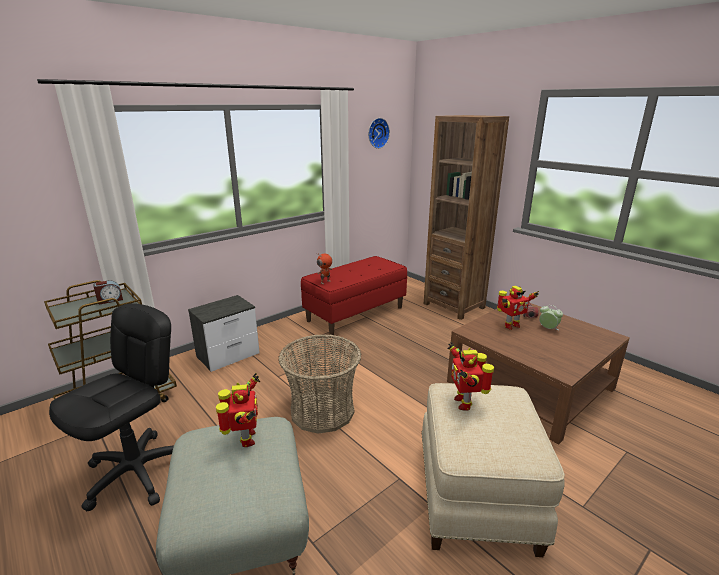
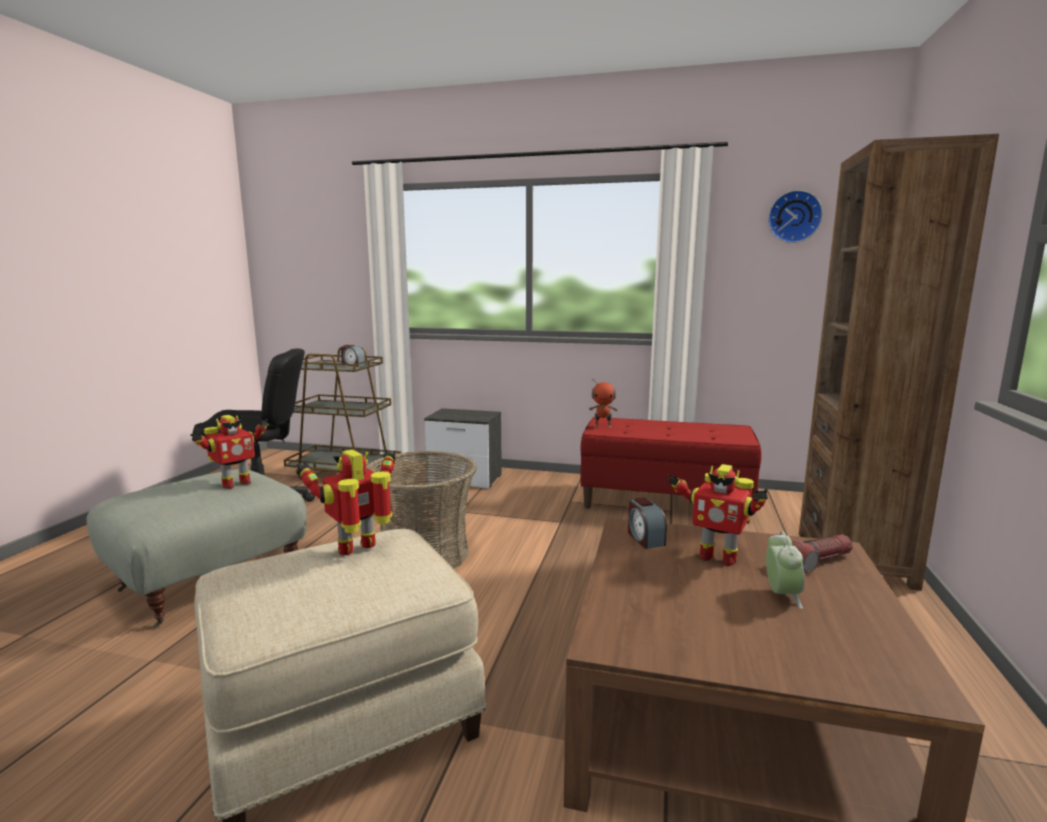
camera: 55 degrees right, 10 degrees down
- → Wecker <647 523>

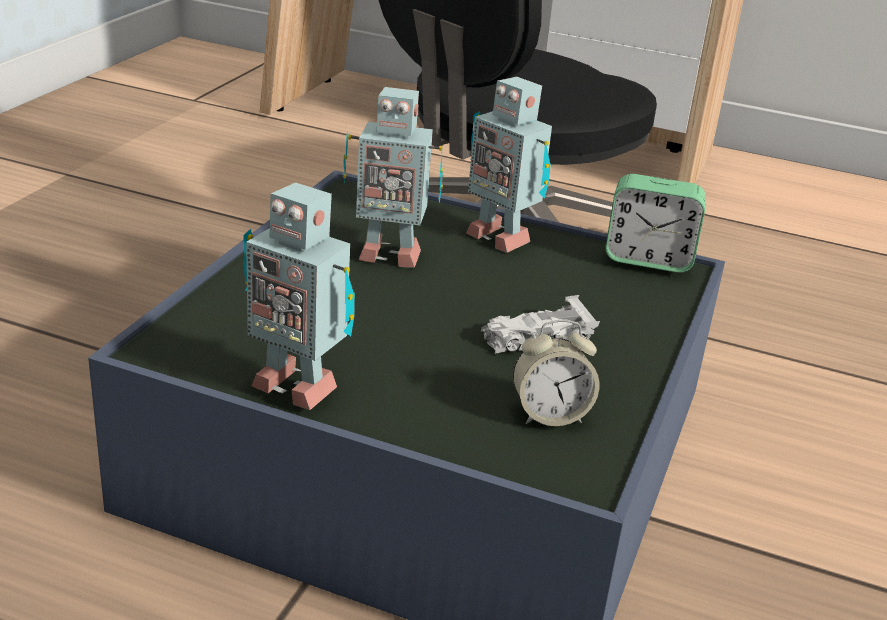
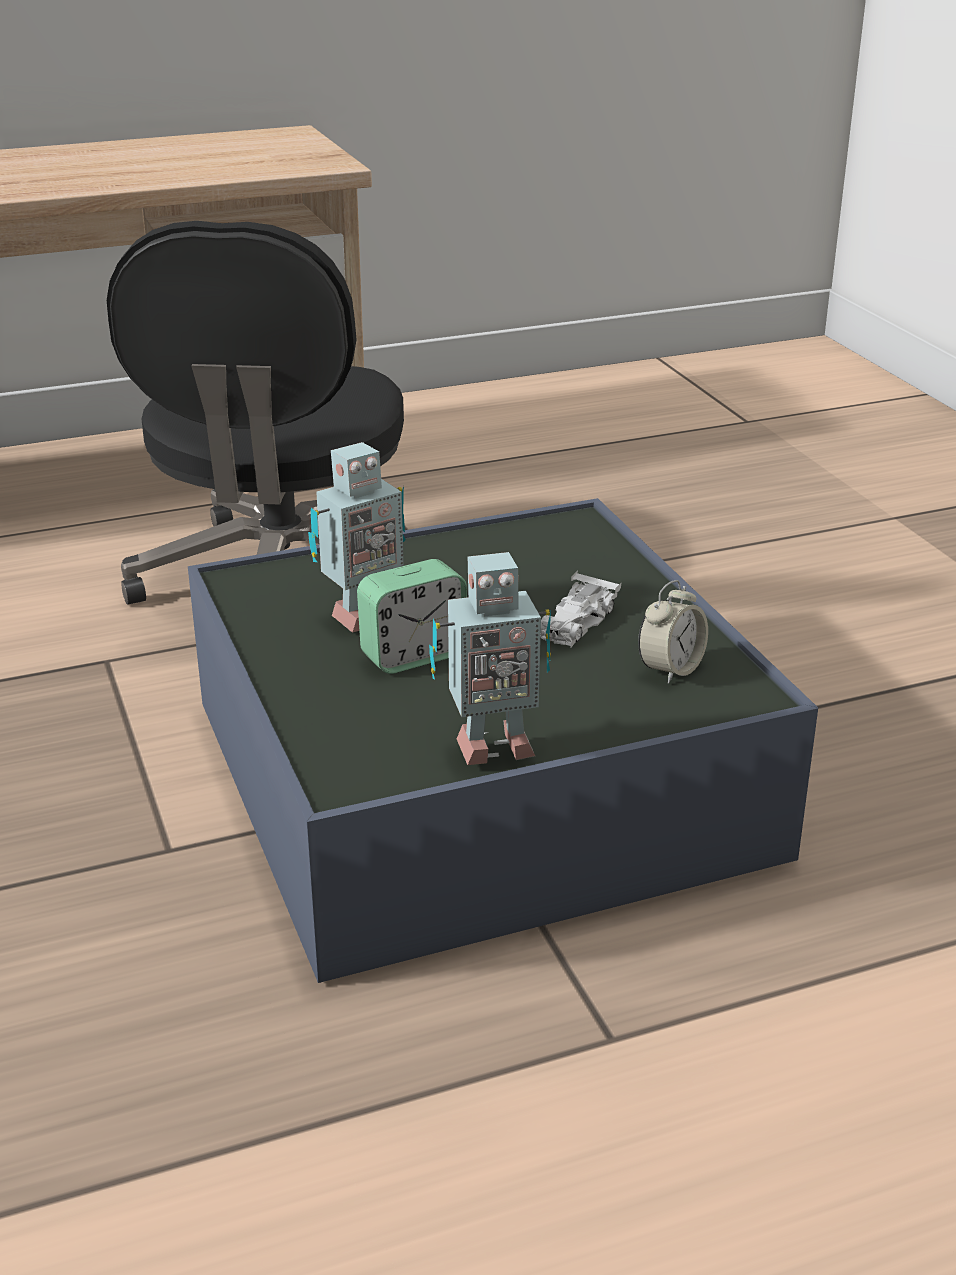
camera: 40 degrees left, 0 degrees up
Spielzeugroboter <509 165> → -
Wecker <655 223> → Wecker <412 616>, shifted

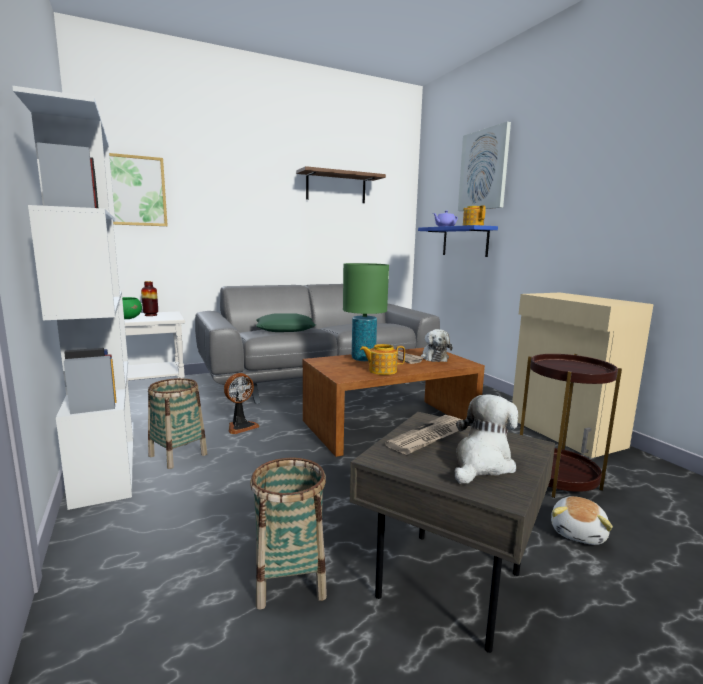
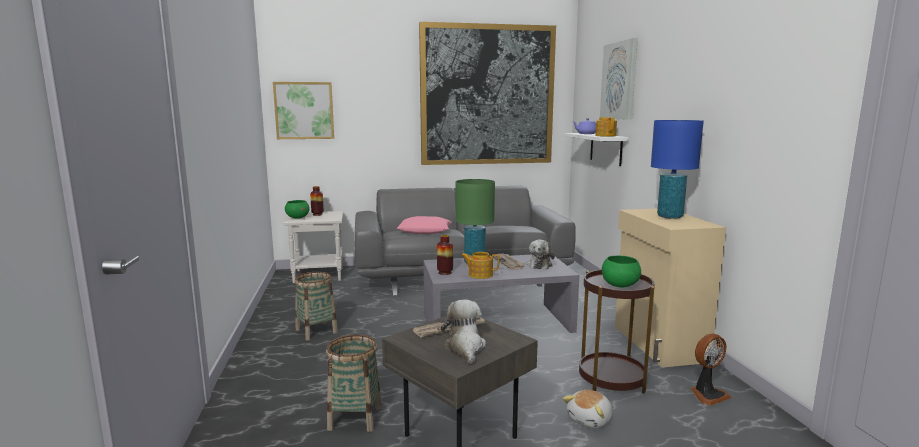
camera: 15 degrees right, 0 degrees up
Bücherregal (weiß) <73 298> → -
Ventilator <241 403> → Ventilator <711 369>, shifted
Kissen (grün) <286 322> → Kissen (rosa) <424 225>
Wandregal (braun) <341 184> → Bild <487 93>
Couchtisch (braun) <394 402> → Couchtisch (grau) <501 294>
Wandregal (blau) <458 241> → Wandregal (weiß) <596 149>
Plüschtier <486 439> → Plüschtier <463 332>, 60 degrees counterclockwise
- → Vase <445 255>
- → Schüssel (grün) <621 272>
- → Tischlampe (blau) <677 169>

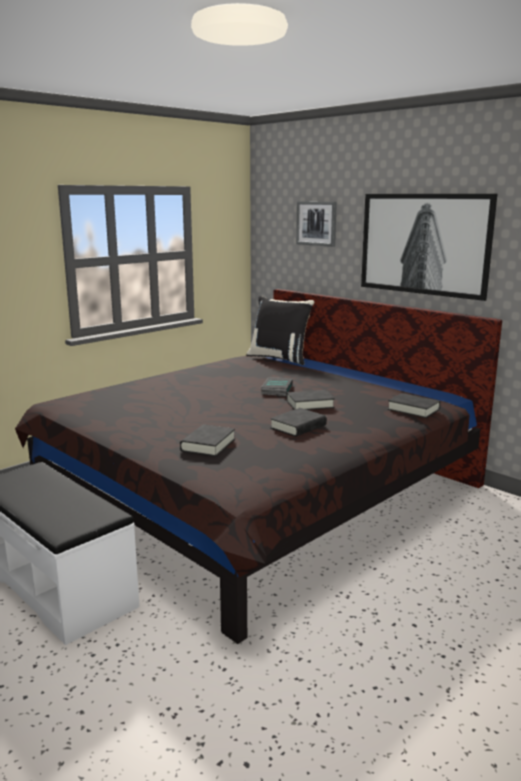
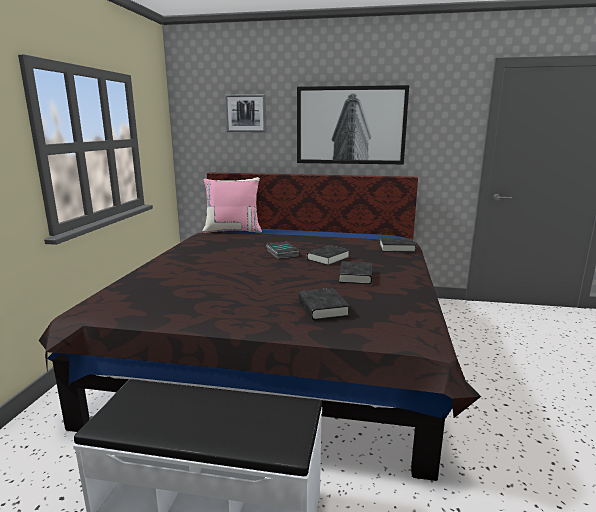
camera: 35 degrees left, 0 degrees up
Kissen (schwarz) <280 330> → Kissen (rosa) <232 205>

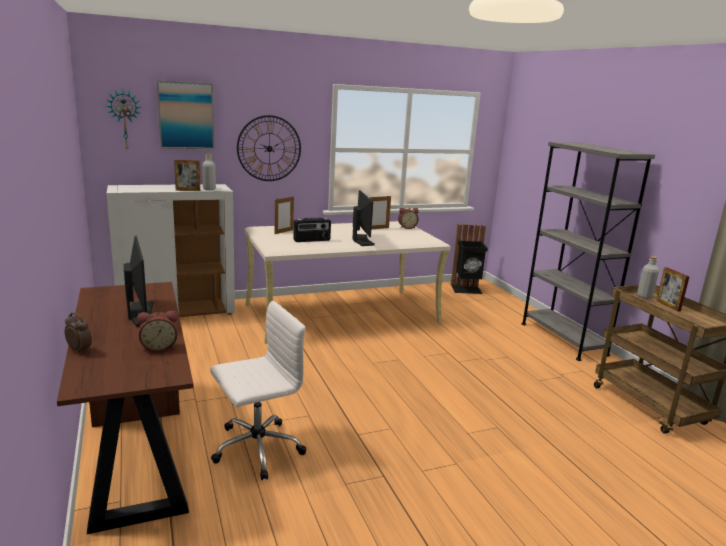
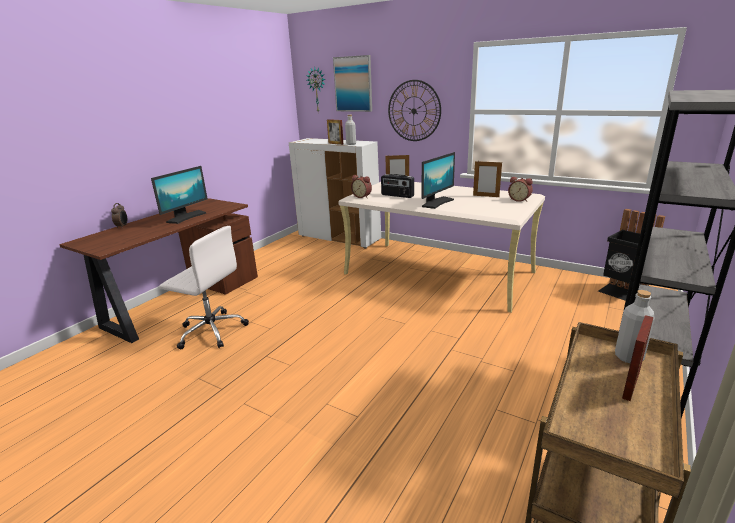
camera: 55 degrees right, 5 degrees up
Wecker <157 331> → Wecker <361 186>, shifted

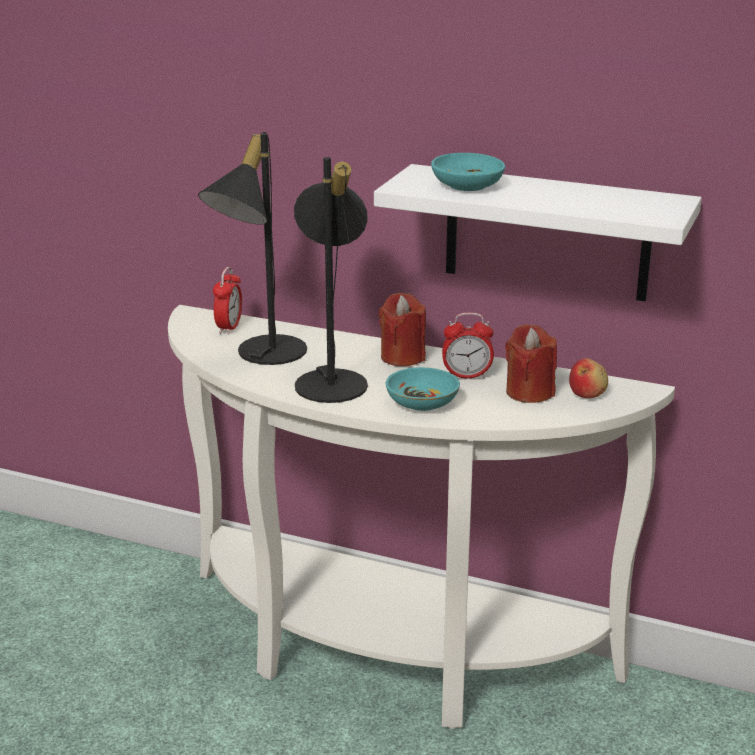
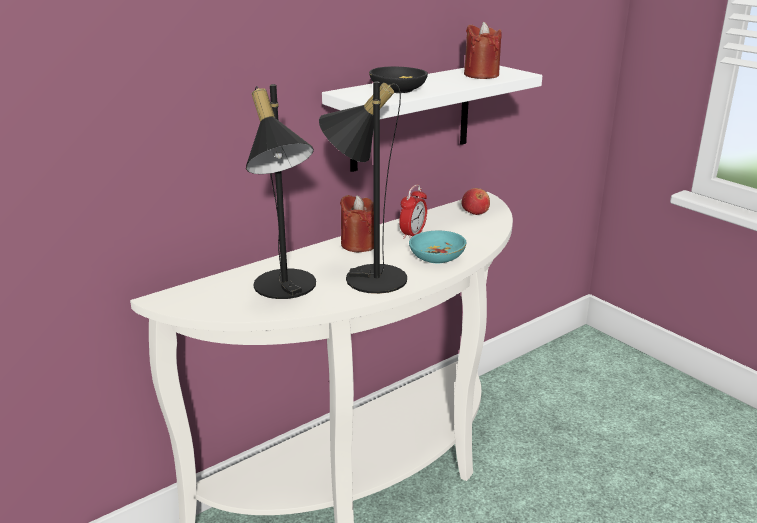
camera: 60 degrees left, 0 degrees up
Wecker <227 301> → -
Schüssel (türkis) <468 172> → Schüssel (schwarz) <398 79>
Kerze (rot) <531 363> → Kerze (rot) <483 50>, shifted

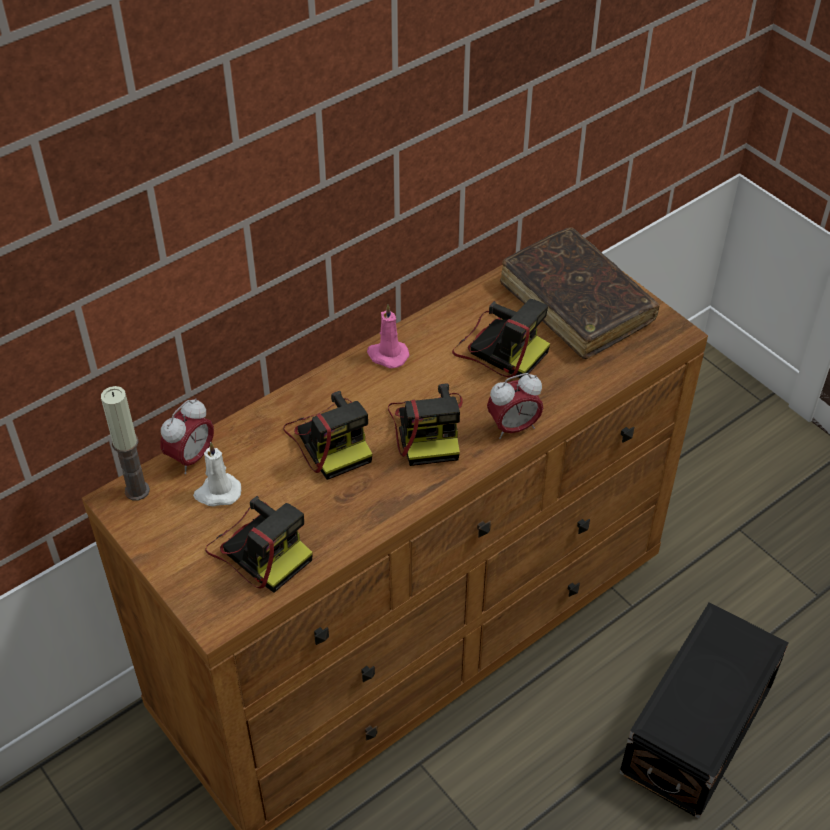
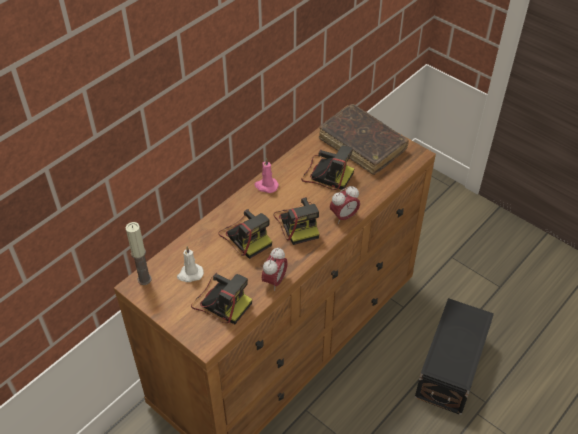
camera: 10 degrees left, 0 degrees up
Wecker <187 436> → Wecker <275 269>, shifted

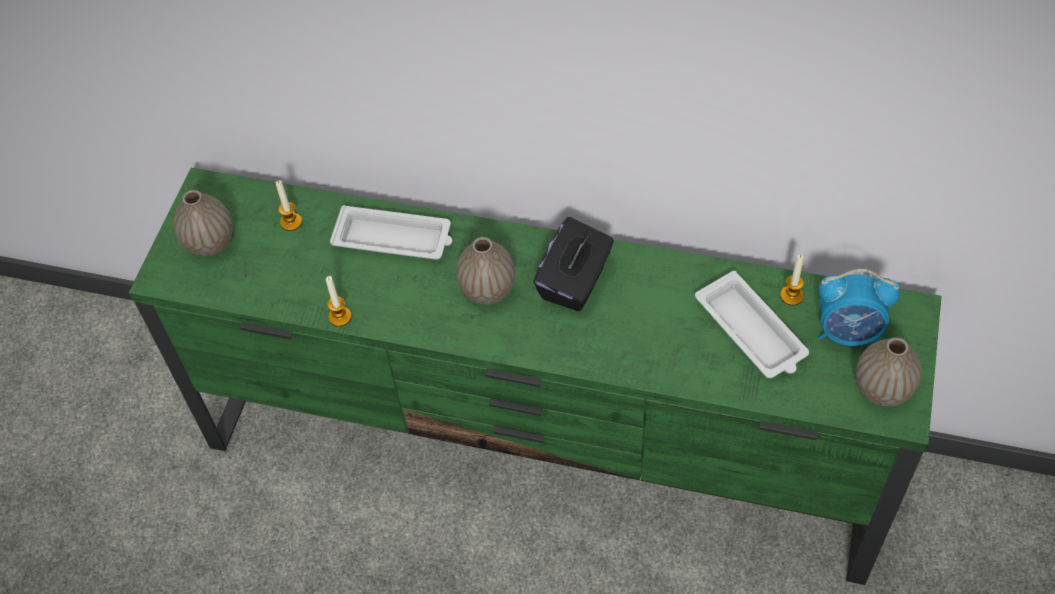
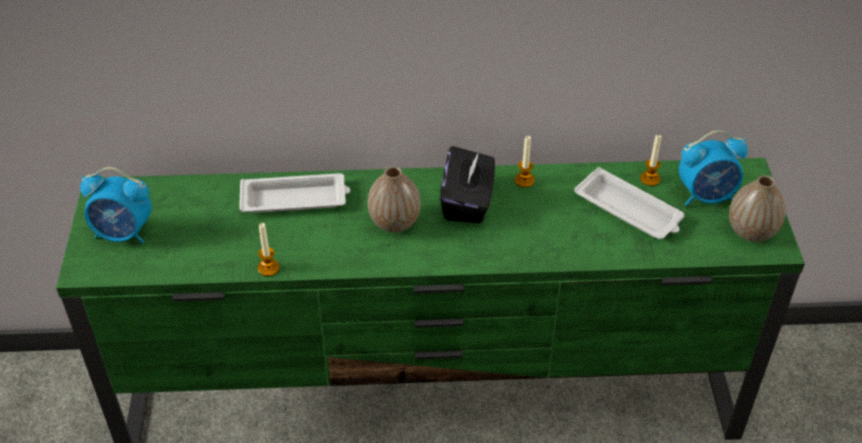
camera: 20 degrees left, 10 degrees down
Vase <203 223> → Wecker <116 205>
Kerze <289 205> → Kerze <525 161>, shifted

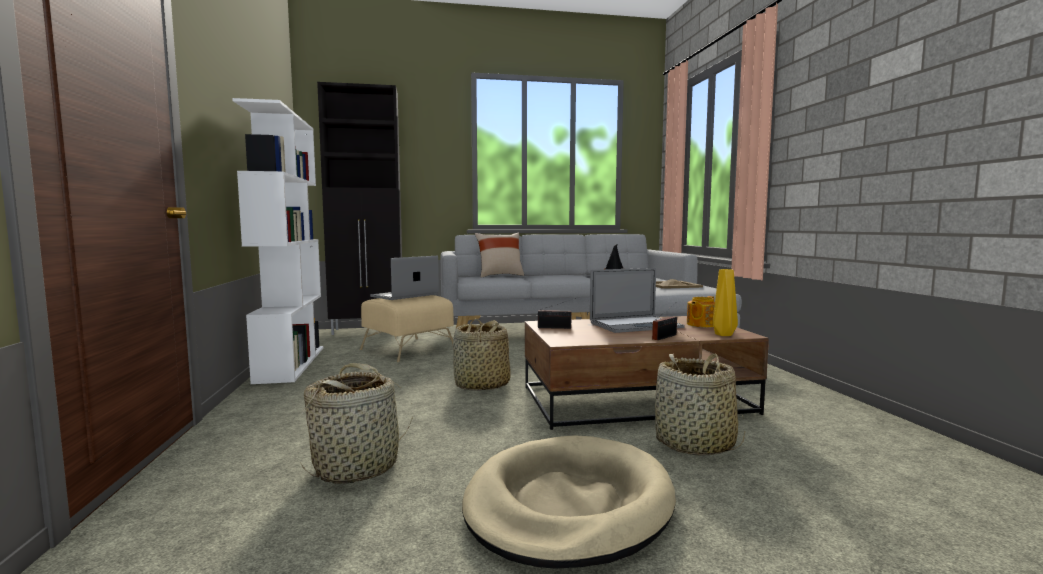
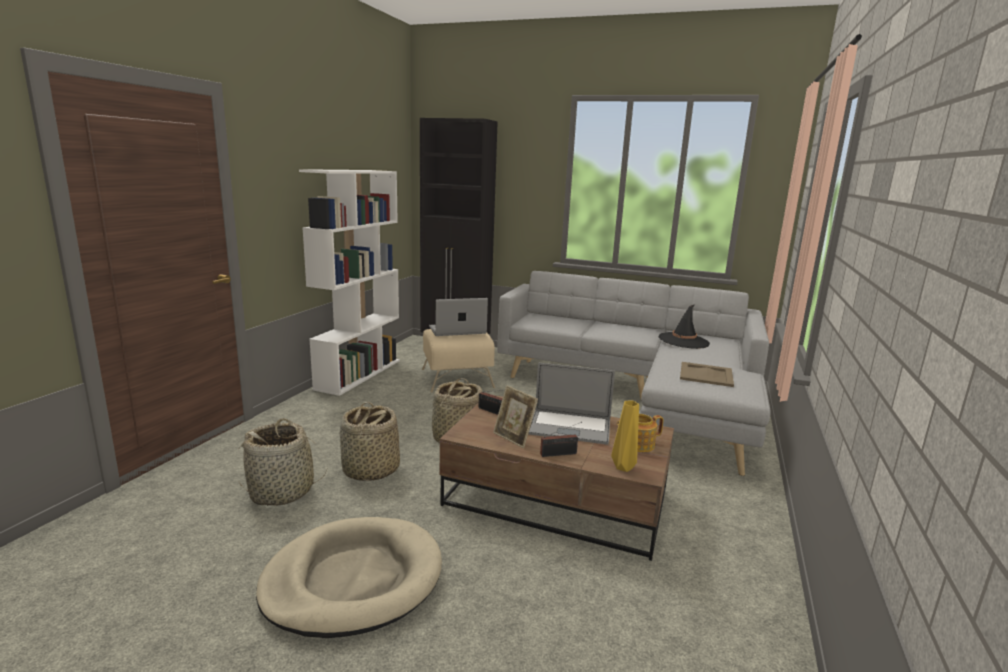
camera: 30 degrees right, 10 degrees up
Kissen (beige) <499 255> → -
Korb <700 404> → Korb <370 441>, shifted
- → Bilderrahmen <515 416>

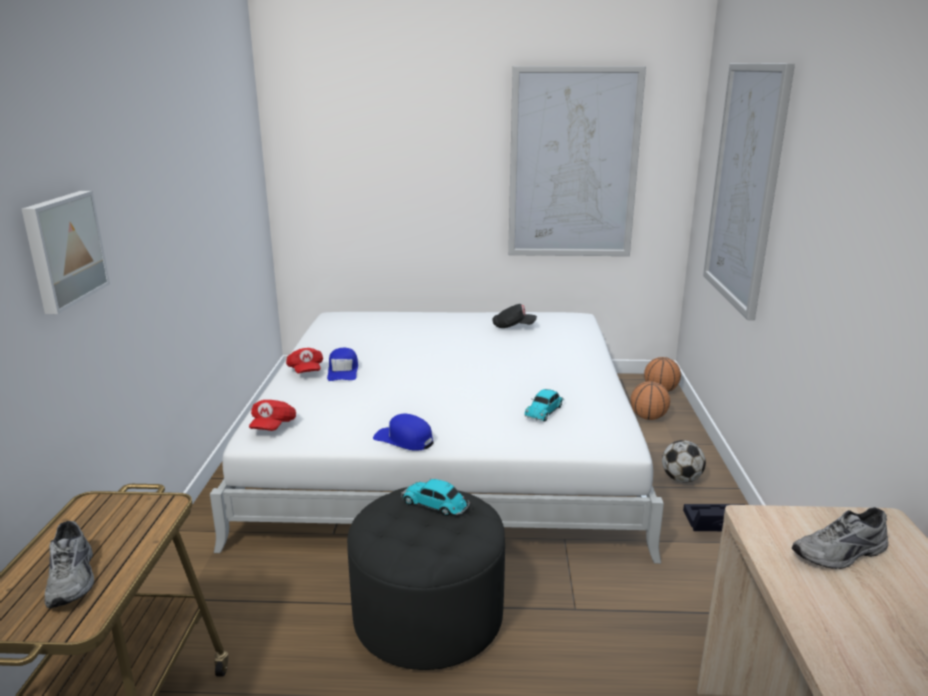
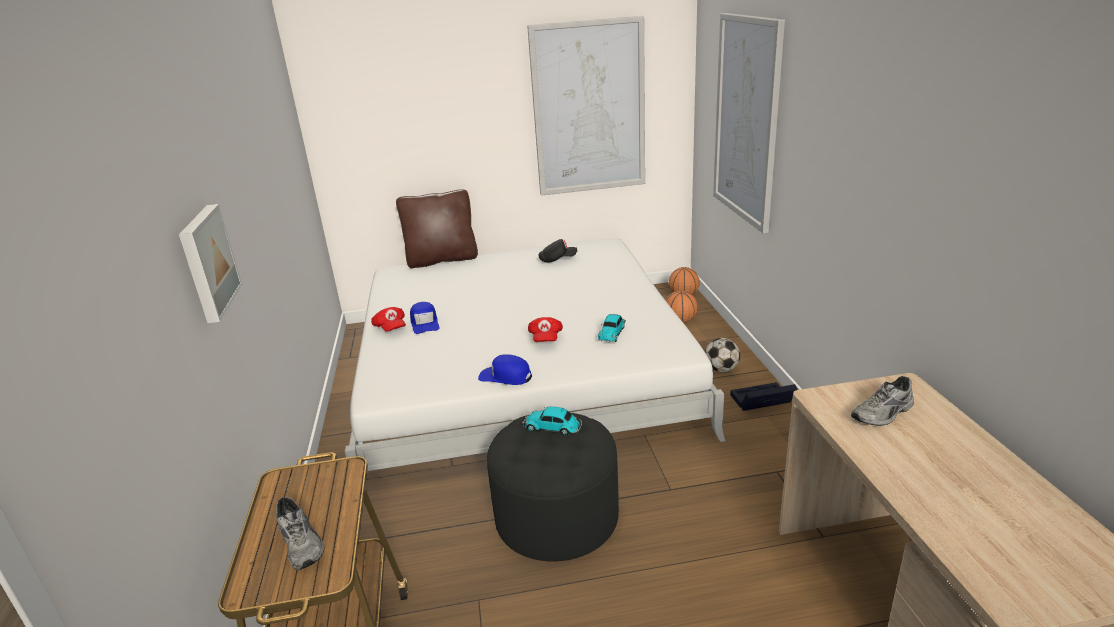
camera: 10 degrees left, 5 degrees up
Kappe (rot) <272 415> → Kappe (rot) <545 329>, shifted
- → Kissen (braun) <437 228>

